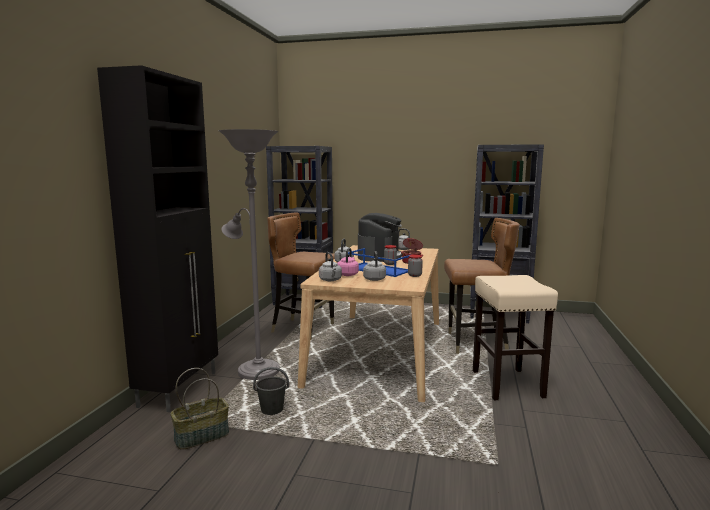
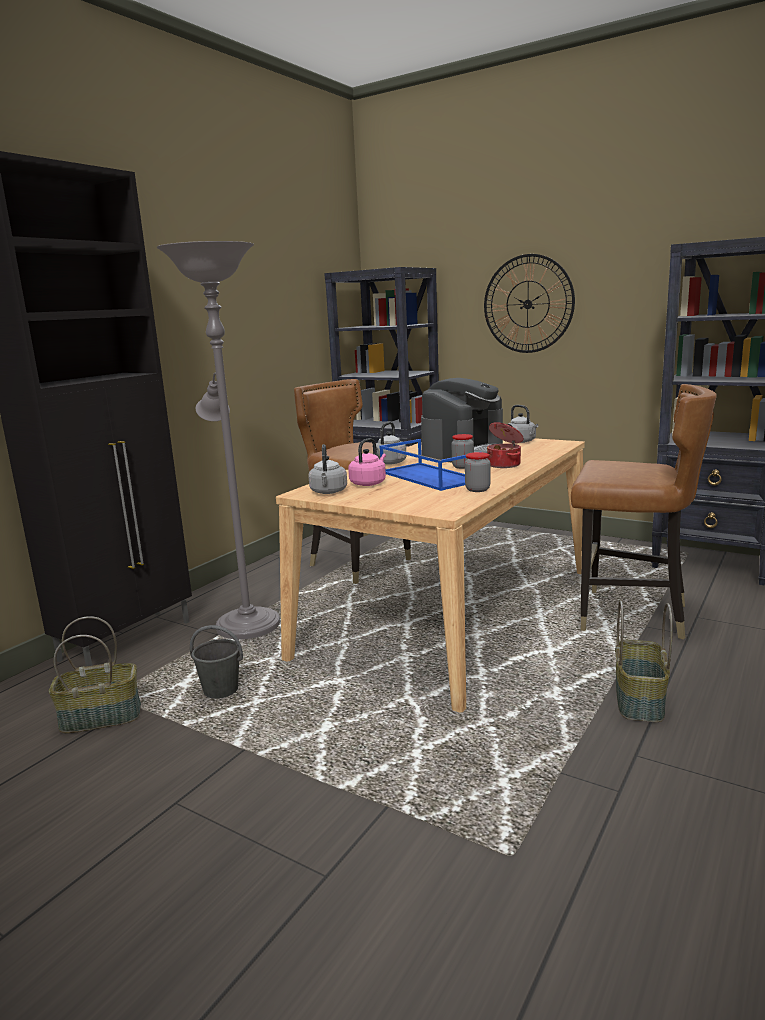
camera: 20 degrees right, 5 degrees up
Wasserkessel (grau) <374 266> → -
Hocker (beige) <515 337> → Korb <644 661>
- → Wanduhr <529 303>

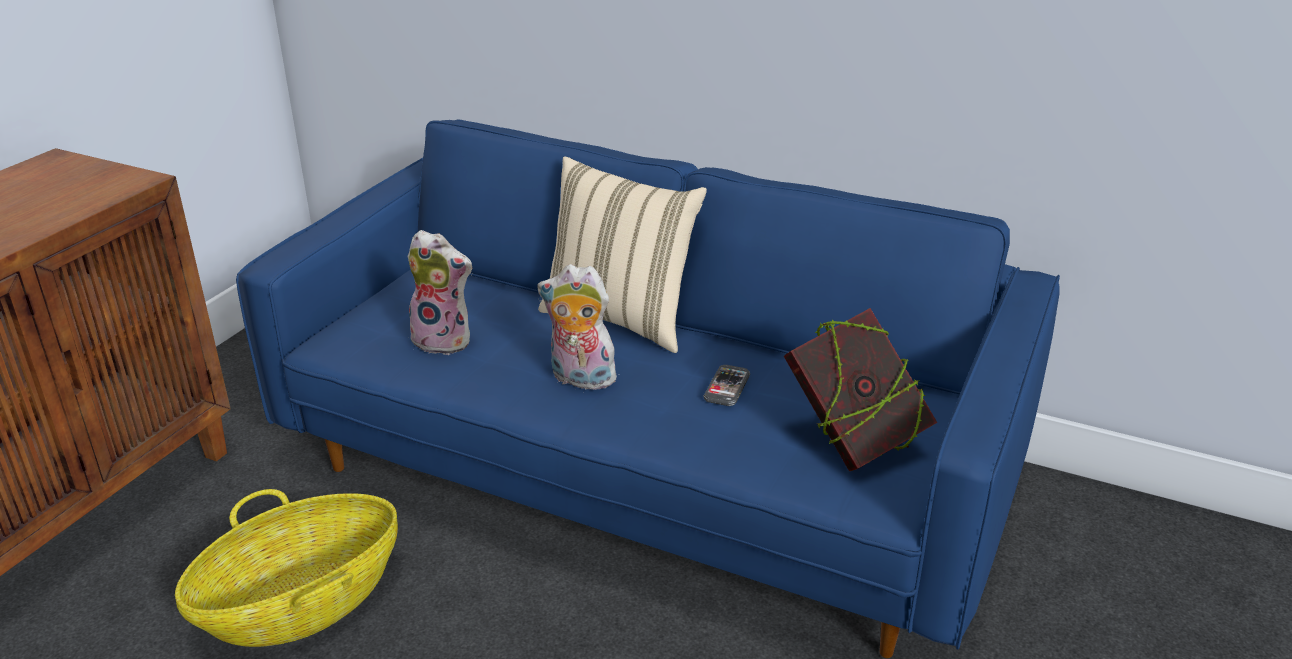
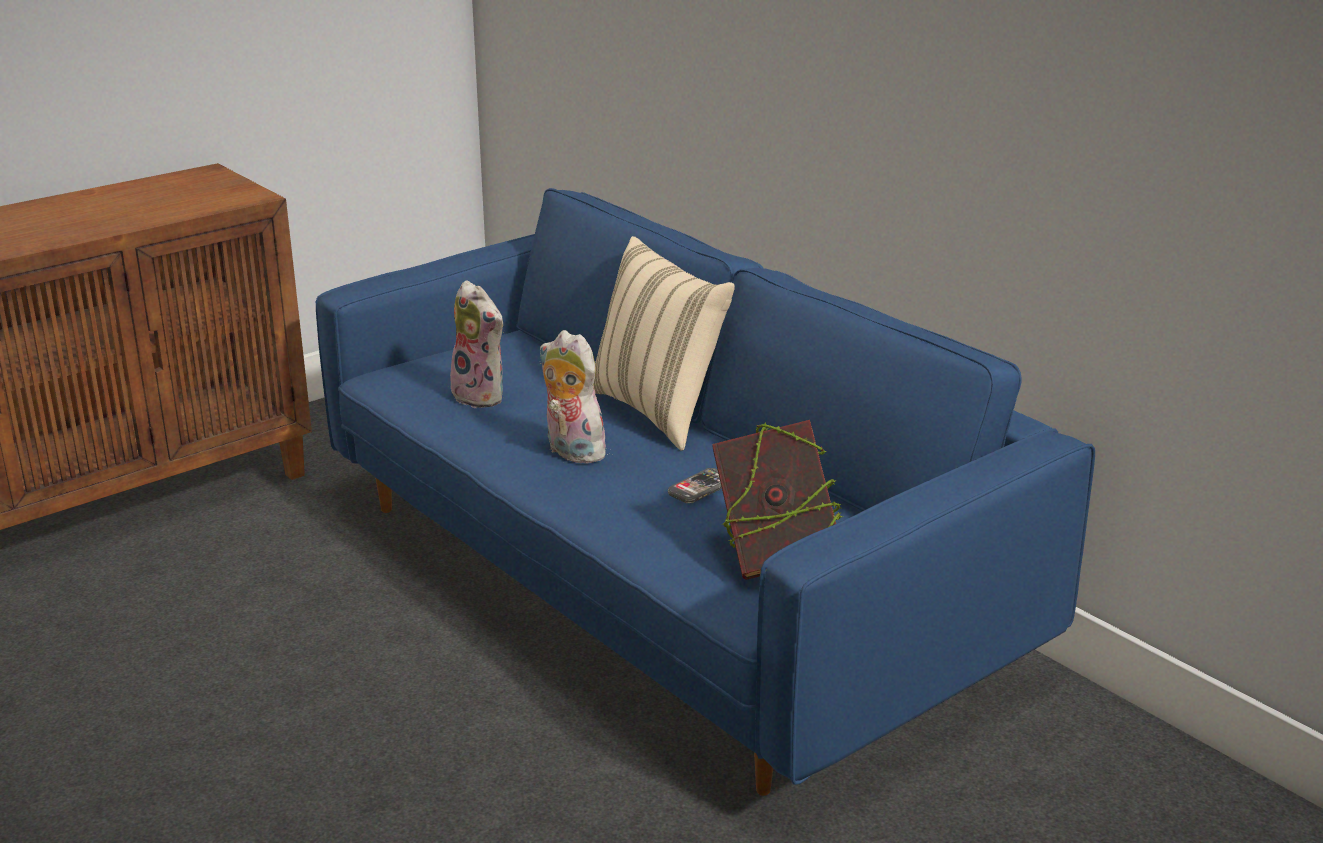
camera: 25 degrees right, 5 degrees down
Korb <286 568> → -

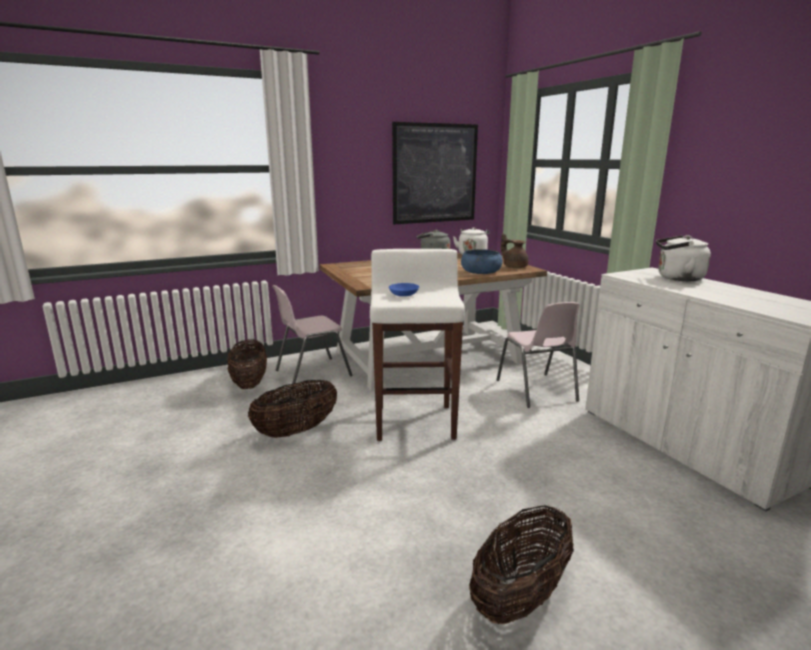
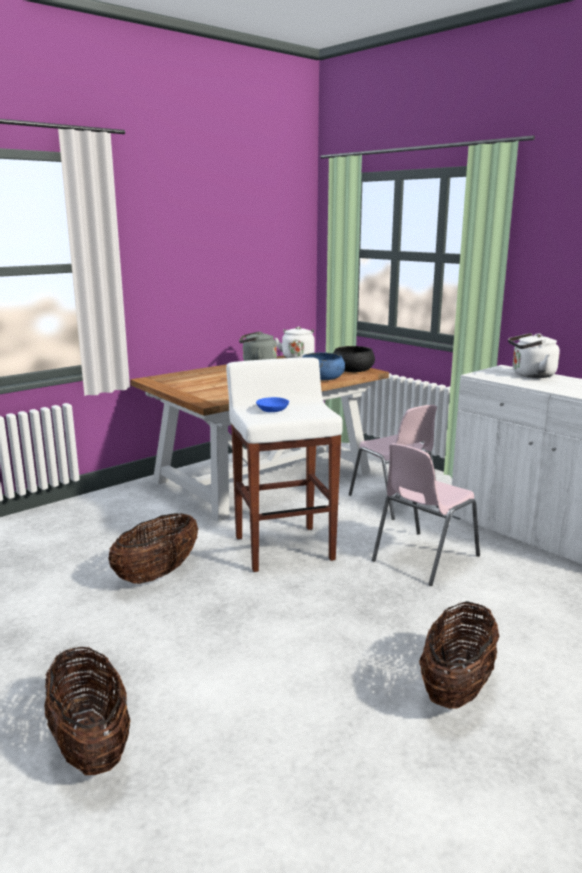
camera: 15 degrees left, 0 degrees up
Korb <247 364> → Korb <87 711>, shifted
Stuhl (rosa) <312 336> → Stuhl (rosa) <426 514>, shifted
Bild <435 173> → -
Teekanne (braun) <515 250> → Schüssel (schwarz) <354 359>

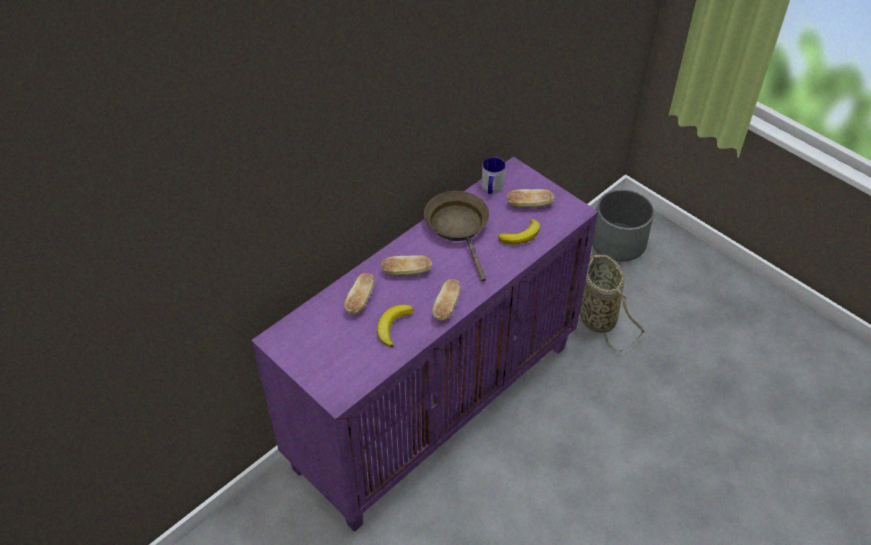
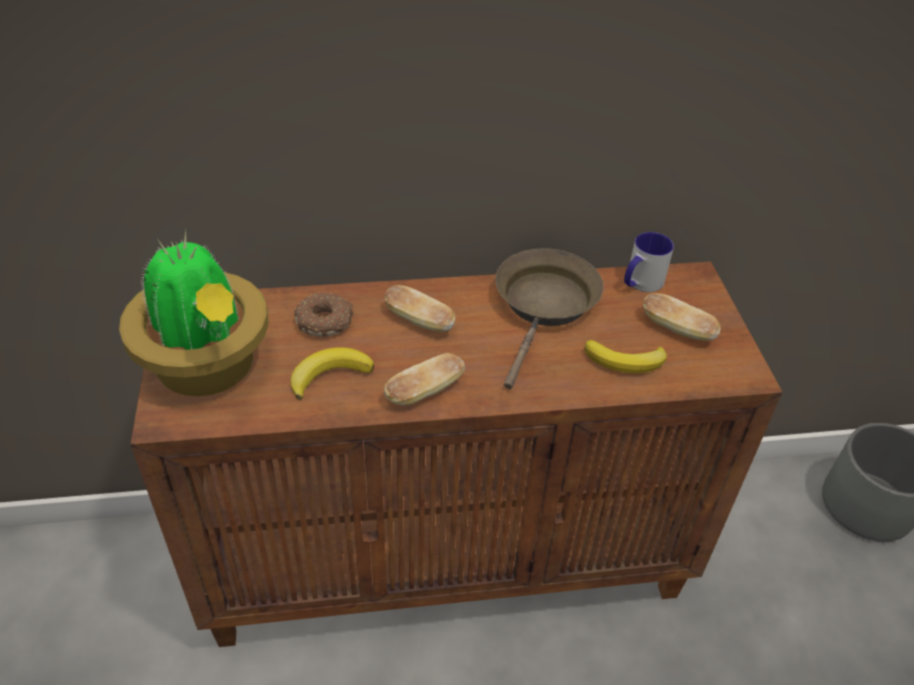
camera: 35 degrees right, 5 degrees down
Schrank (lila) <424 344> → Schrank (braun) <456 454>
Brot <359 293> → Donut <324 314>
Korb <613 303> → -
- → Topfpflanze <194 313>

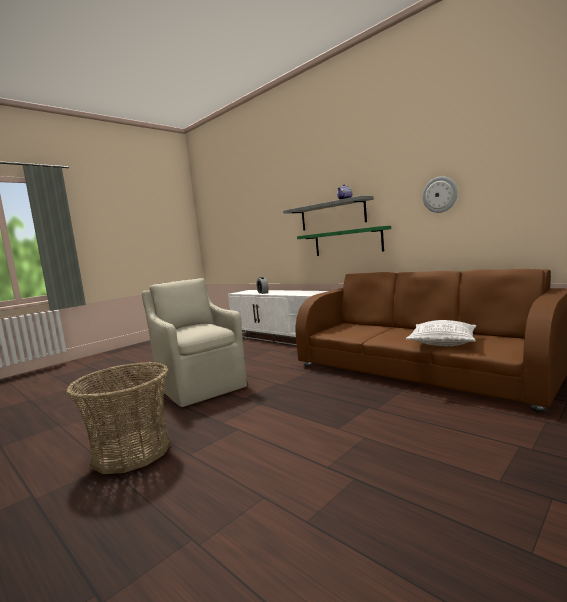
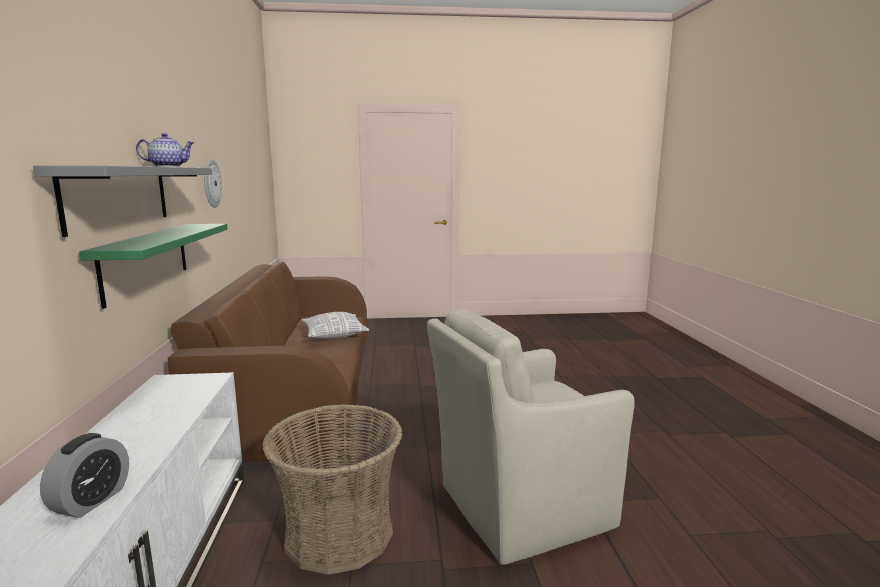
camera: 140 degrees left, 5 degrees up
Korb <118 418> → Korb <332 489>, shifted
Sessel (beige) <194 342> → Sessel (beige) <531 437>, 60 degrees clockwise

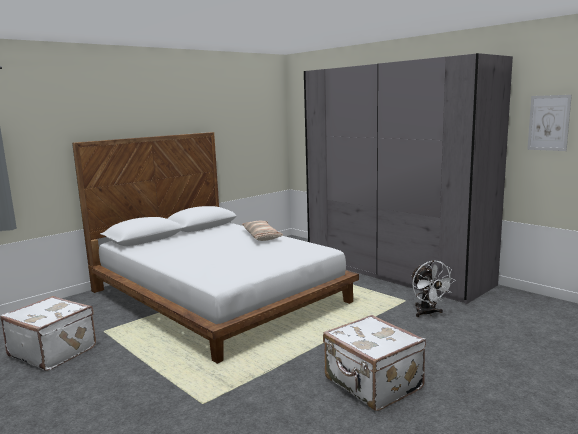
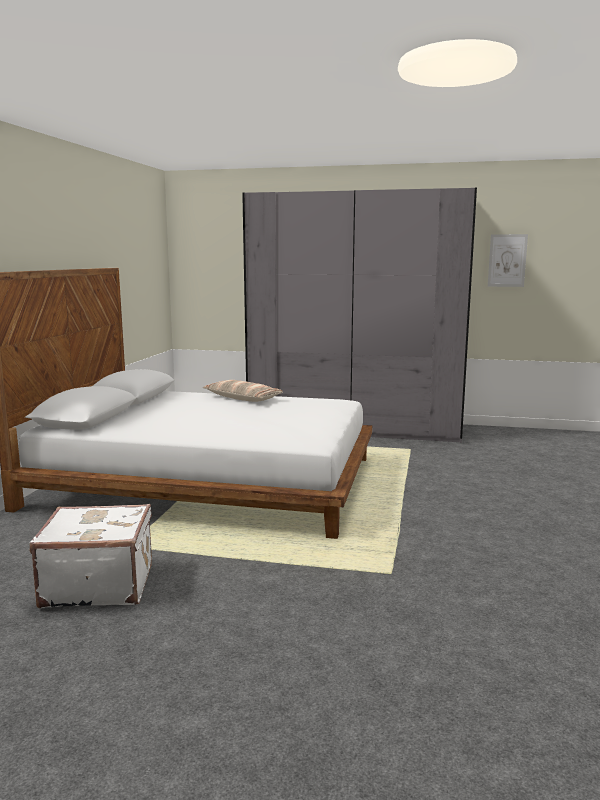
camera: 35 degrees left, 0 degrees up
Koffer (weiß) <374 363> → -
Ventilator (weiß) <433 288> → -

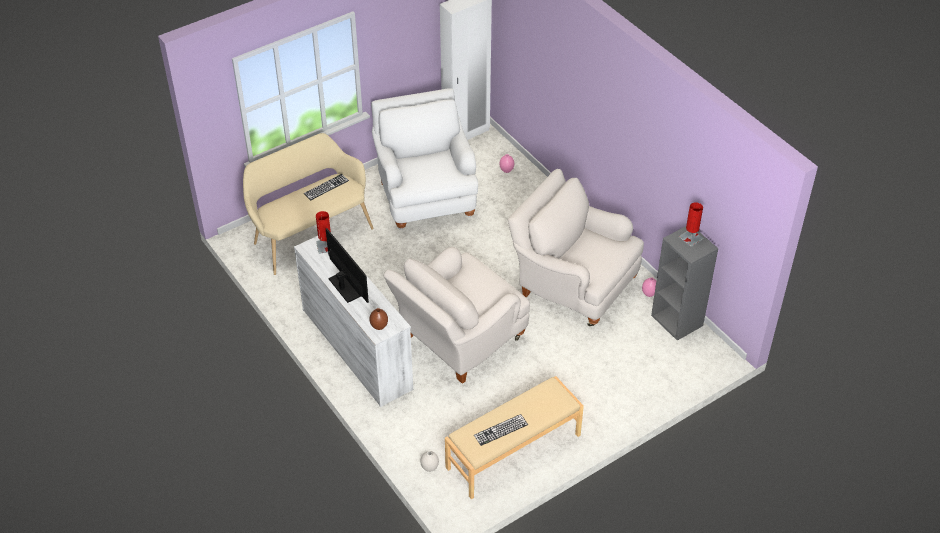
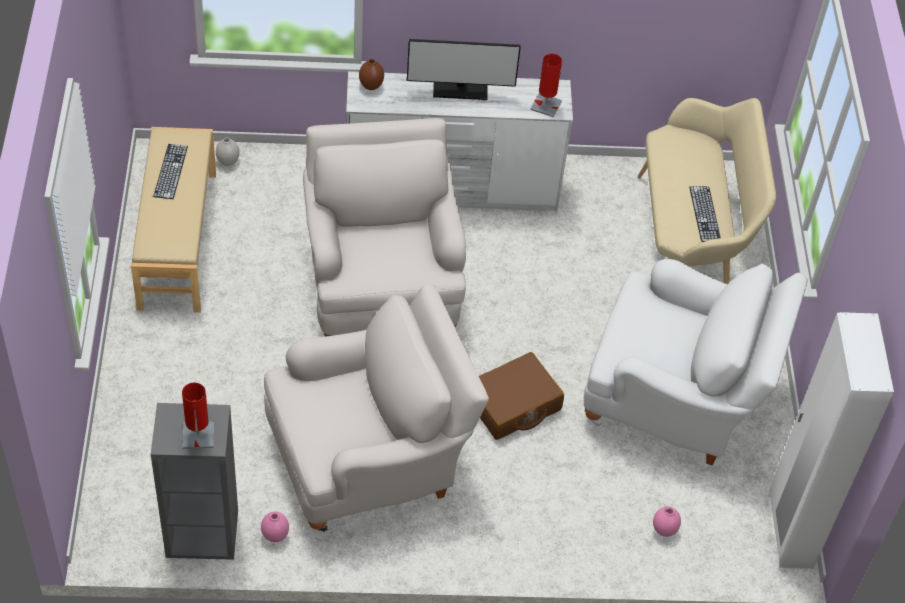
camera: 120 degrees right, 5 degrees up
- → Koffer (braun) <521 396>

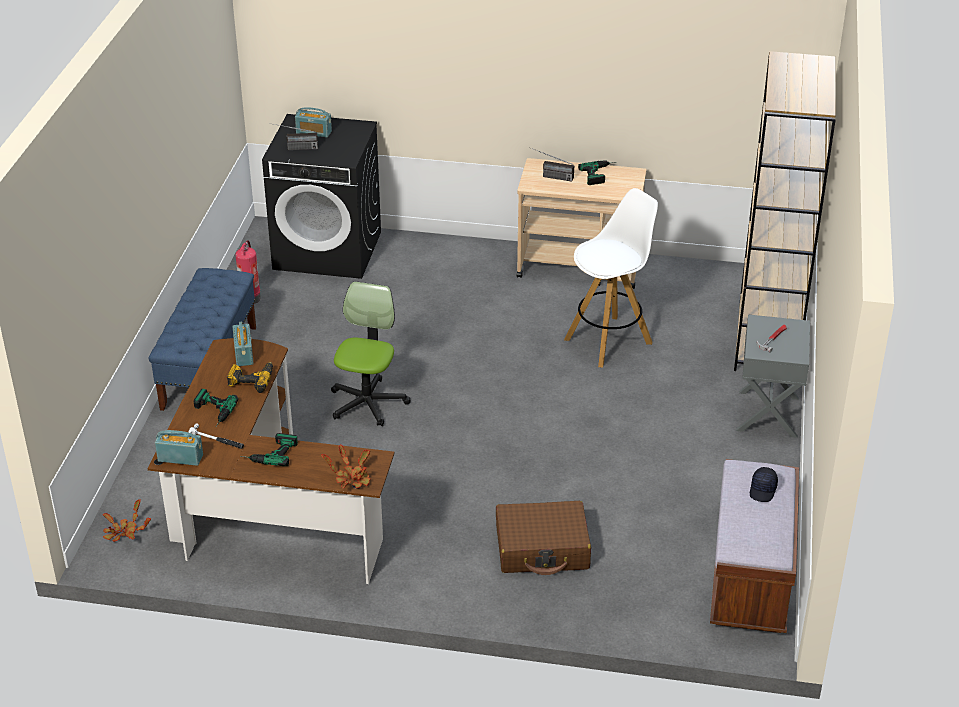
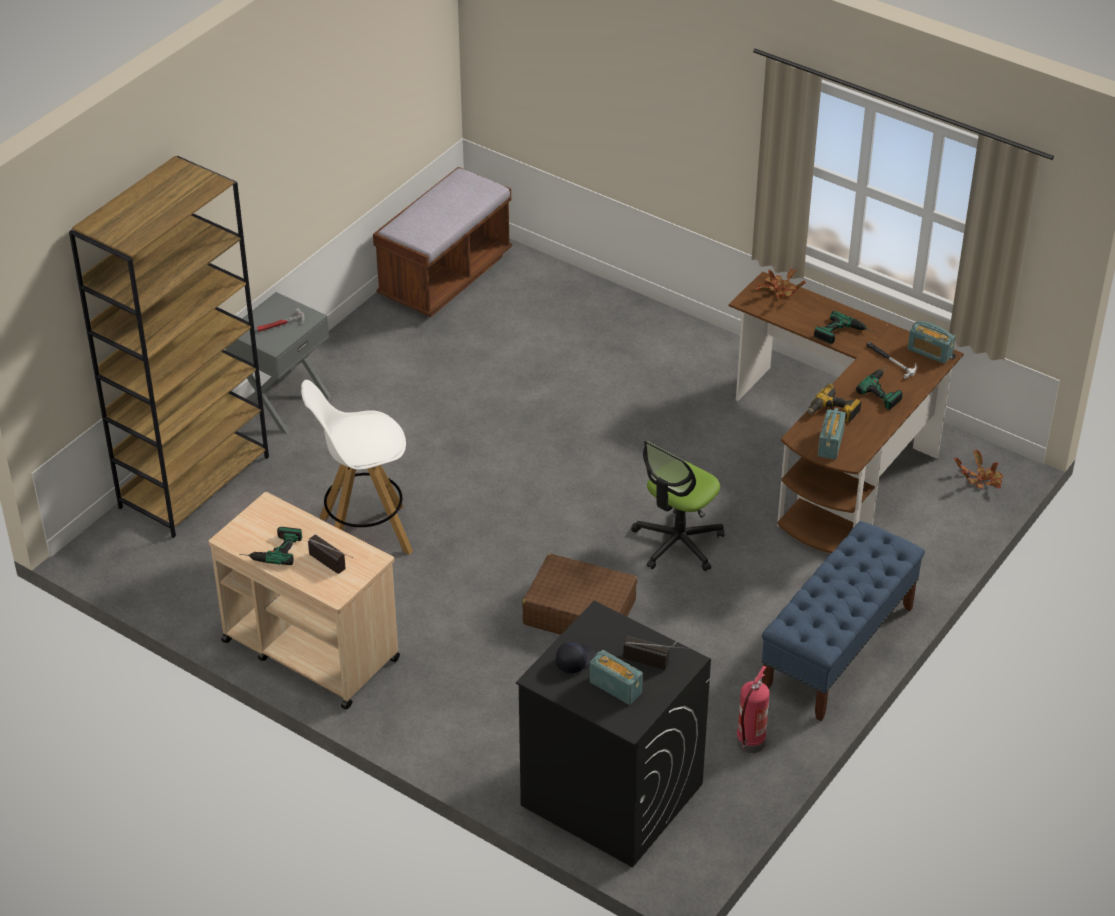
camera: 155 degrees left, 5 degrees up
Koffer (braun) <543 538> → Koffer (braun) <579 594>, shifted
Kappe (schwarz) <764 484> → Kappe (schwarz) <576 658>, shifted

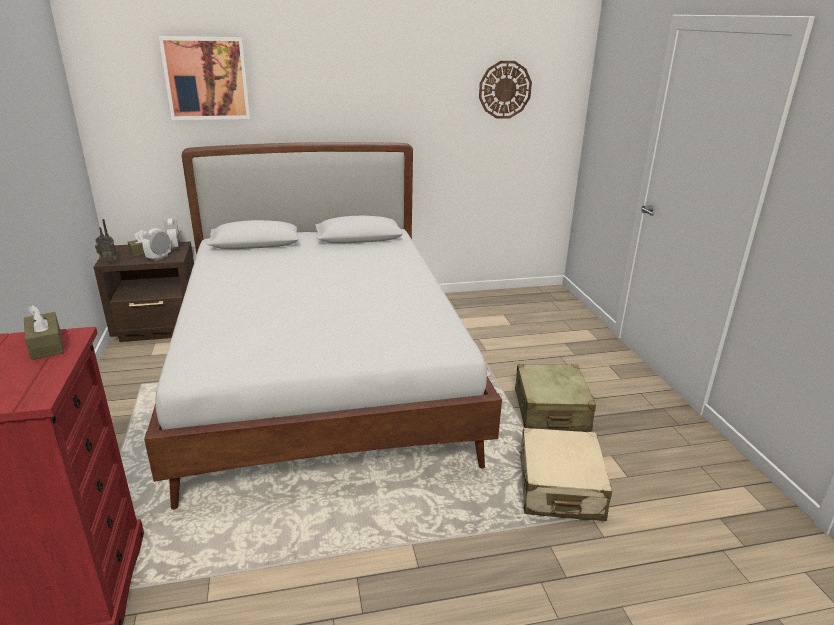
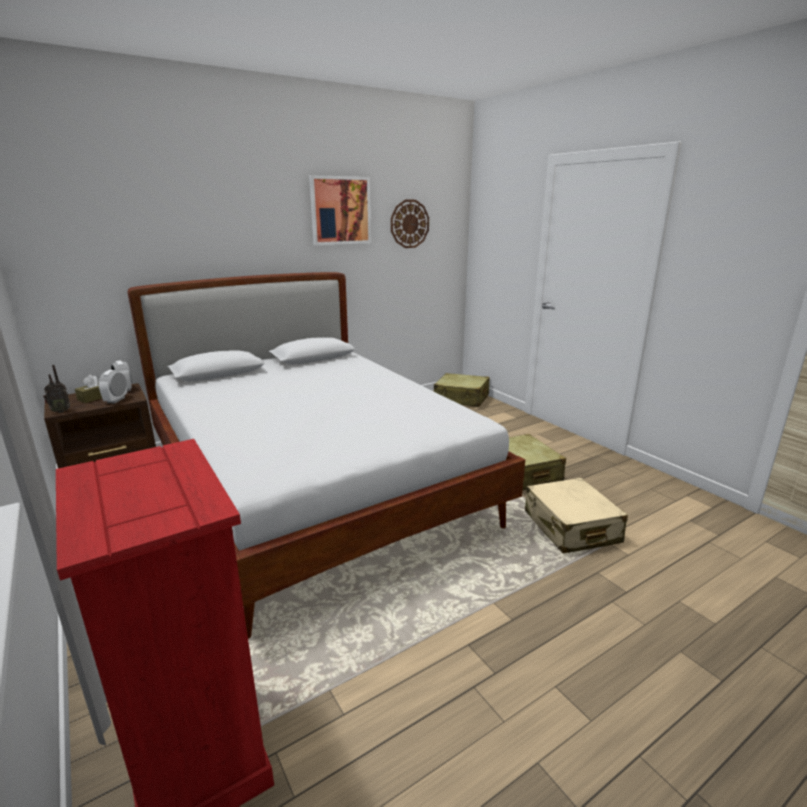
camera: 20 degrees left, 5 degrees down
Taschentuchbox (braun) <44 332> → -
Bild <204 78> → Bild <340 210>, shifted
- → Koffer (beige) <462 390>

